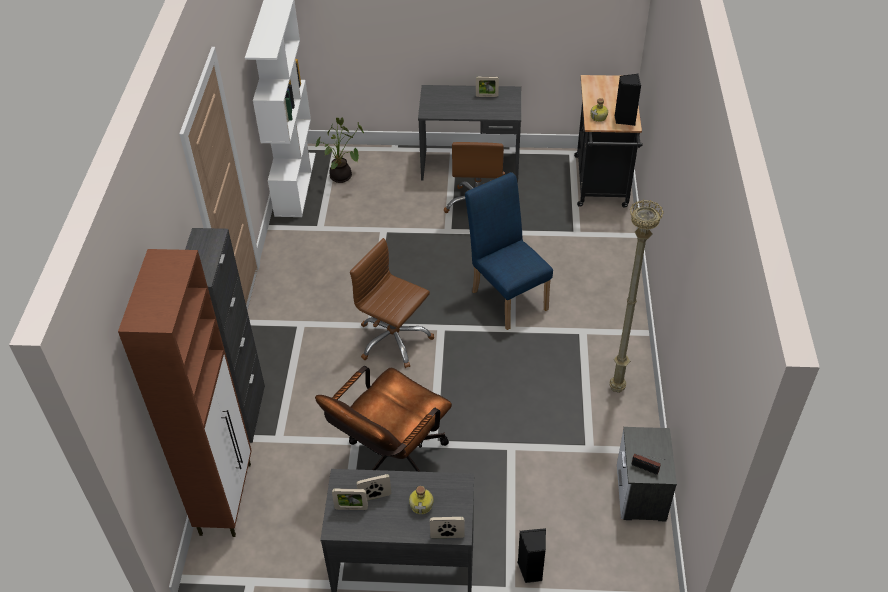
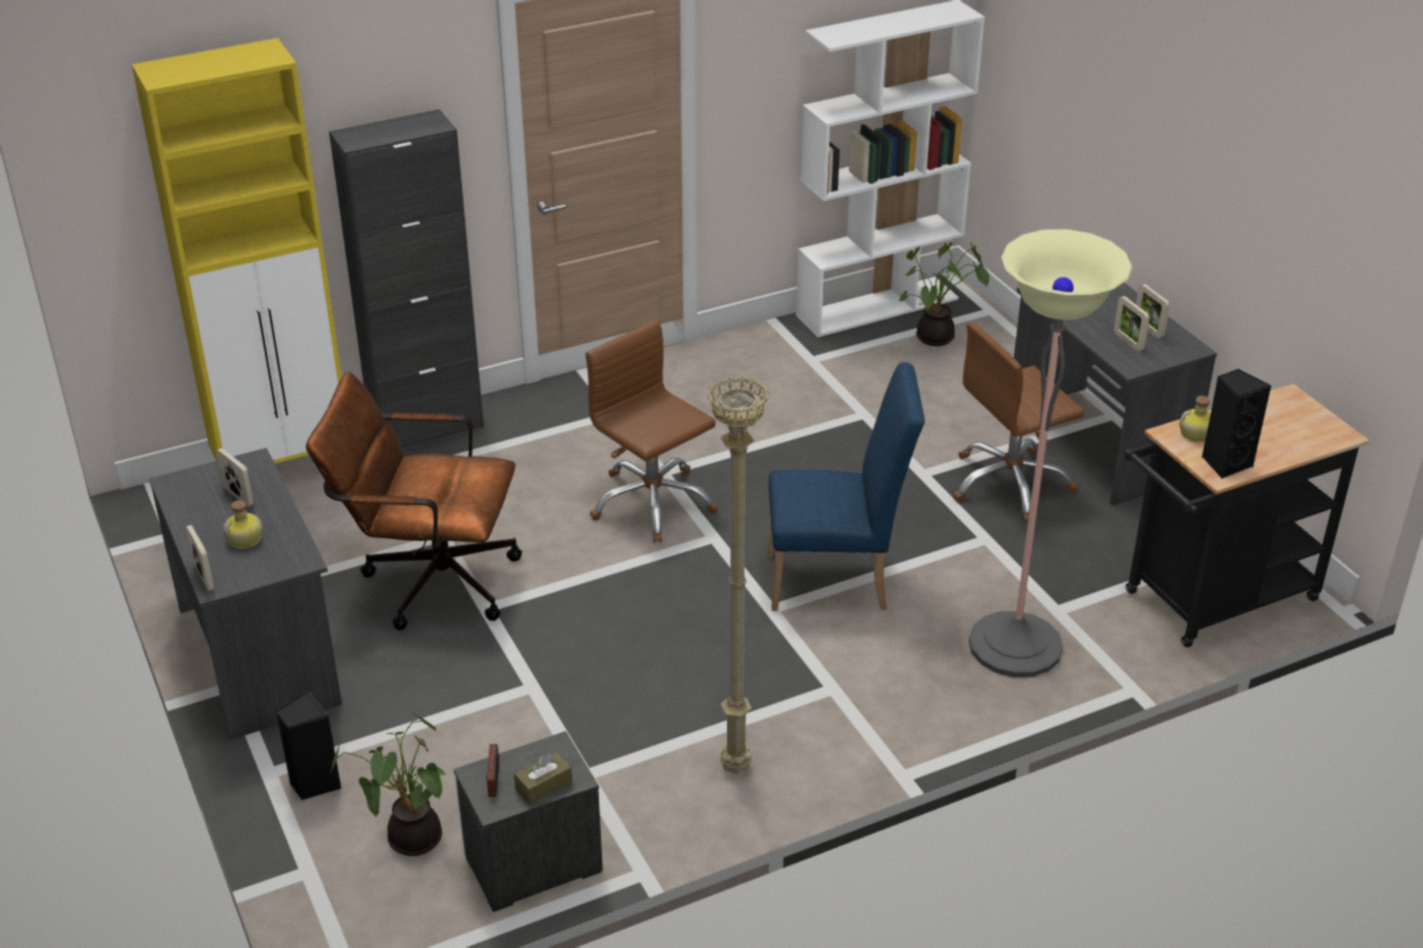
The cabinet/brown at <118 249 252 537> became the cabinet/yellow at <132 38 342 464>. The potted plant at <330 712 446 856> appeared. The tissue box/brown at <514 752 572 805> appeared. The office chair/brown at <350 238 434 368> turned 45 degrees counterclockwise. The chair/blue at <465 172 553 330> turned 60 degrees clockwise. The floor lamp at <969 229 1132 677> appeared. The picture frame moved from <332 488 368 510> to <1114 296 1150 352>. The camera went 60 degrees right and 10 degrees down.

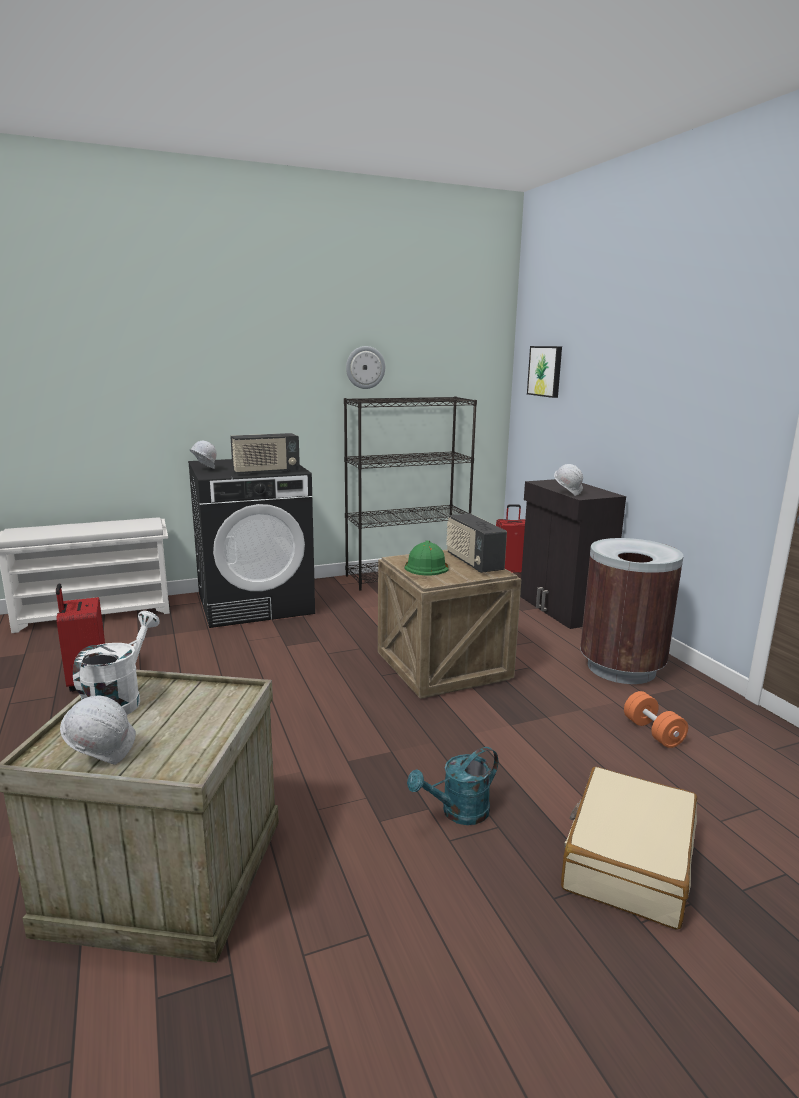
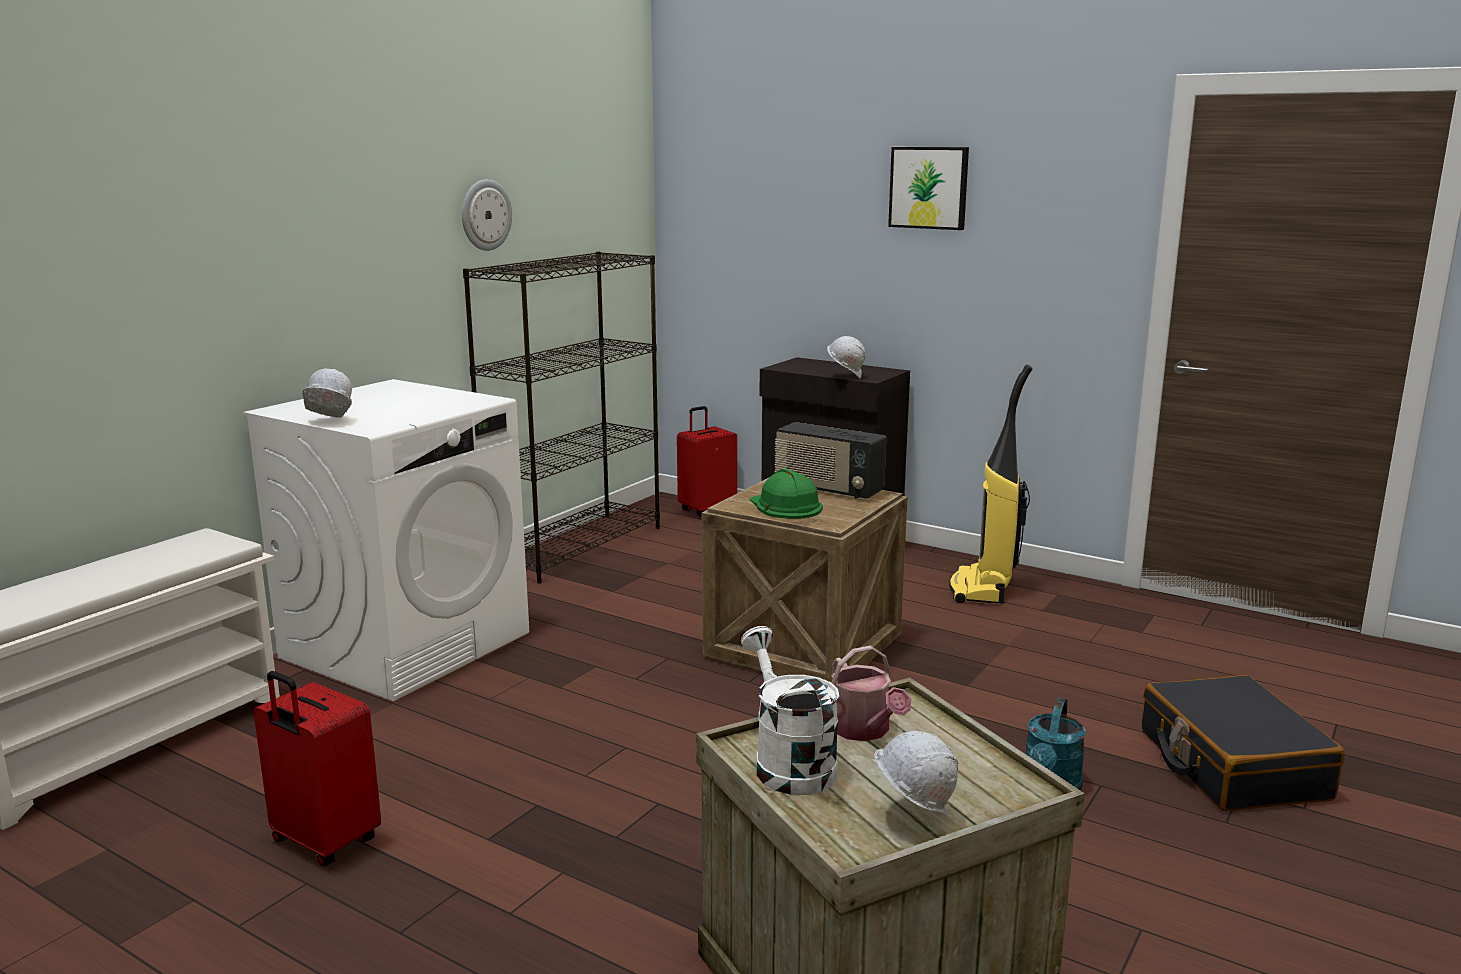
The washing machine/black at <188 459 315 628> became the washing machine/white at <243 379 529 701>. The watering can at <831 646 911 741> appeared. The picture moved from <527 346 562 398> to <888 147 969 230>. The trash can/brown at <580 538 683 684> was replaced by the vacuum cleaner at <949 365 1033 604>. The suitcase/beige at <561 767 697 930> became the suitcase/black at <1142 675 1345 811>. The radio at <230 433 300 475> disappeared. The dumbbell/orange at <624 691 688 748> disappeared. The camera went 35 degrees left and 0 degrees up.

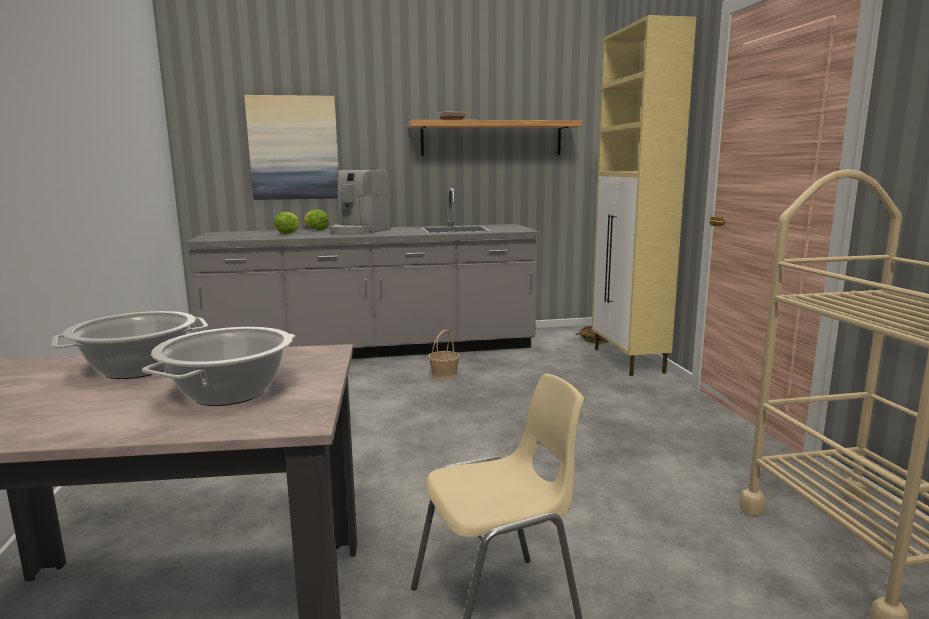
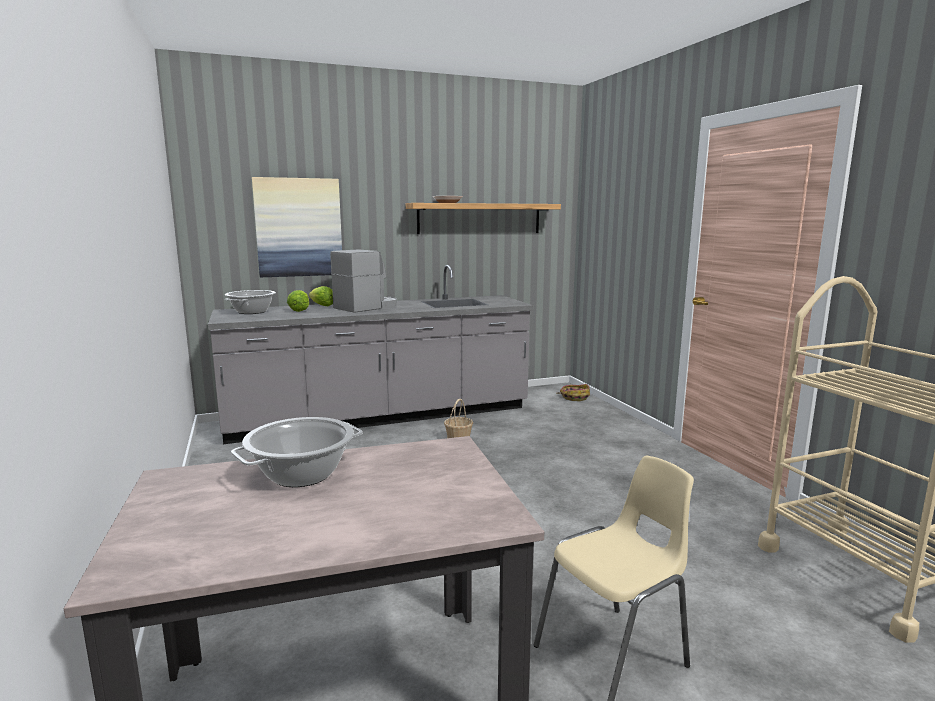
The cooking pot moved from <142 327 295 406> to <225 290 276 314>. The coffee machine at <329 170 391 235> turned 150 degrees counterclockwise. The cabinet/beige at <592 15 696 376> disappeared. The camera went 10 degrees left and 0 degrees up.

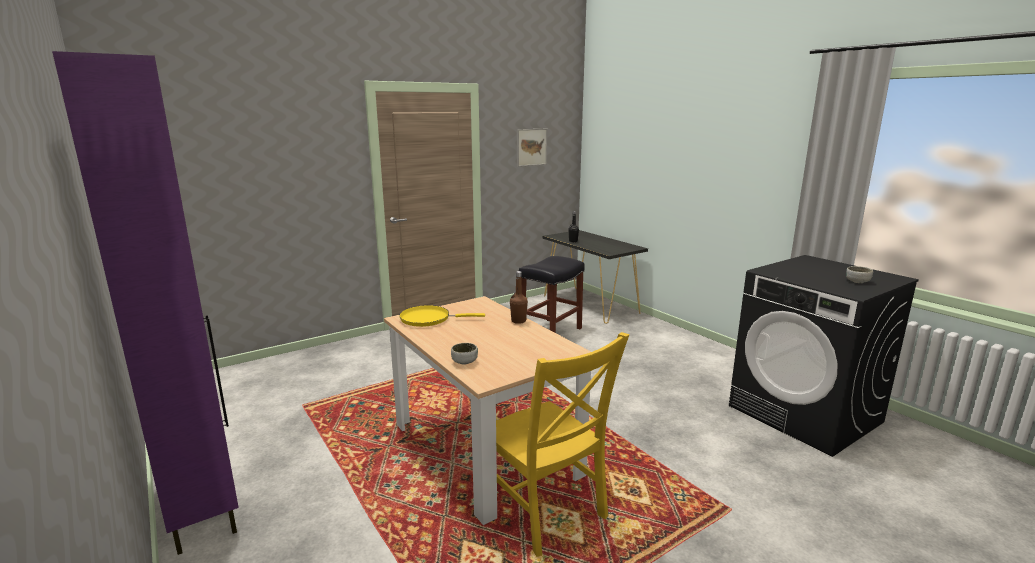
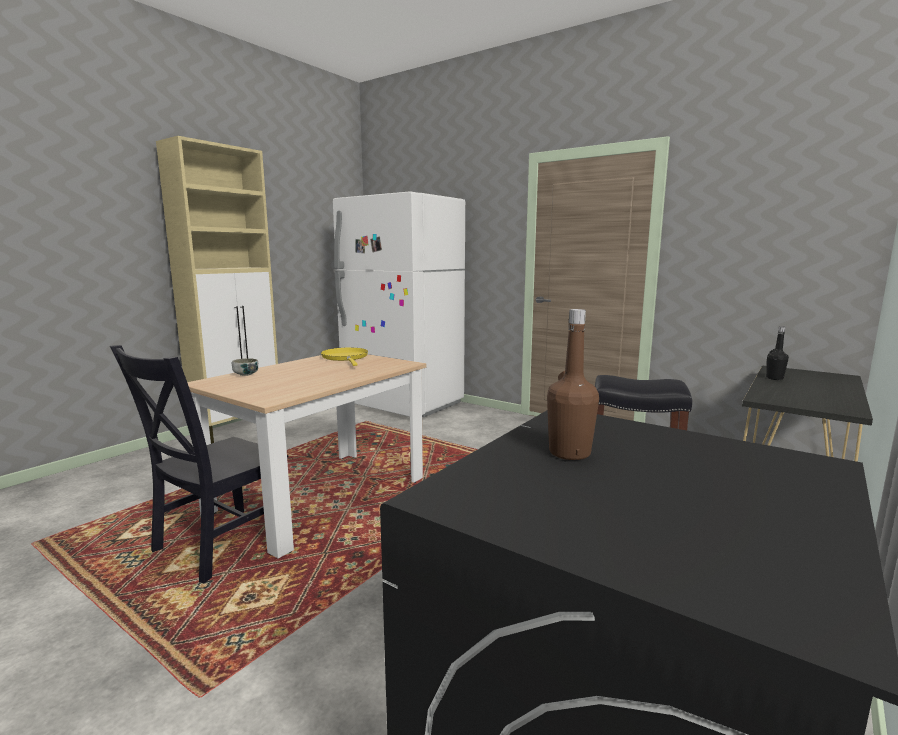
The chair/yellow at <496 332 630 557> became the chair/black at <110 345 288 583>. The cabinet/purple at <52 51 239 555> became the cabinet/beige at <156 136 278 444>. The fridge/white at <333 191 465 417> appeared. The bottle/brown moved from <510 271 528 324> to <547 309 599 460>. The picture at <517 129 547 167> disappeared. The bowl at <846 266 873 283> disappeared. The camera went 70 degrees right and 5 degrees down.

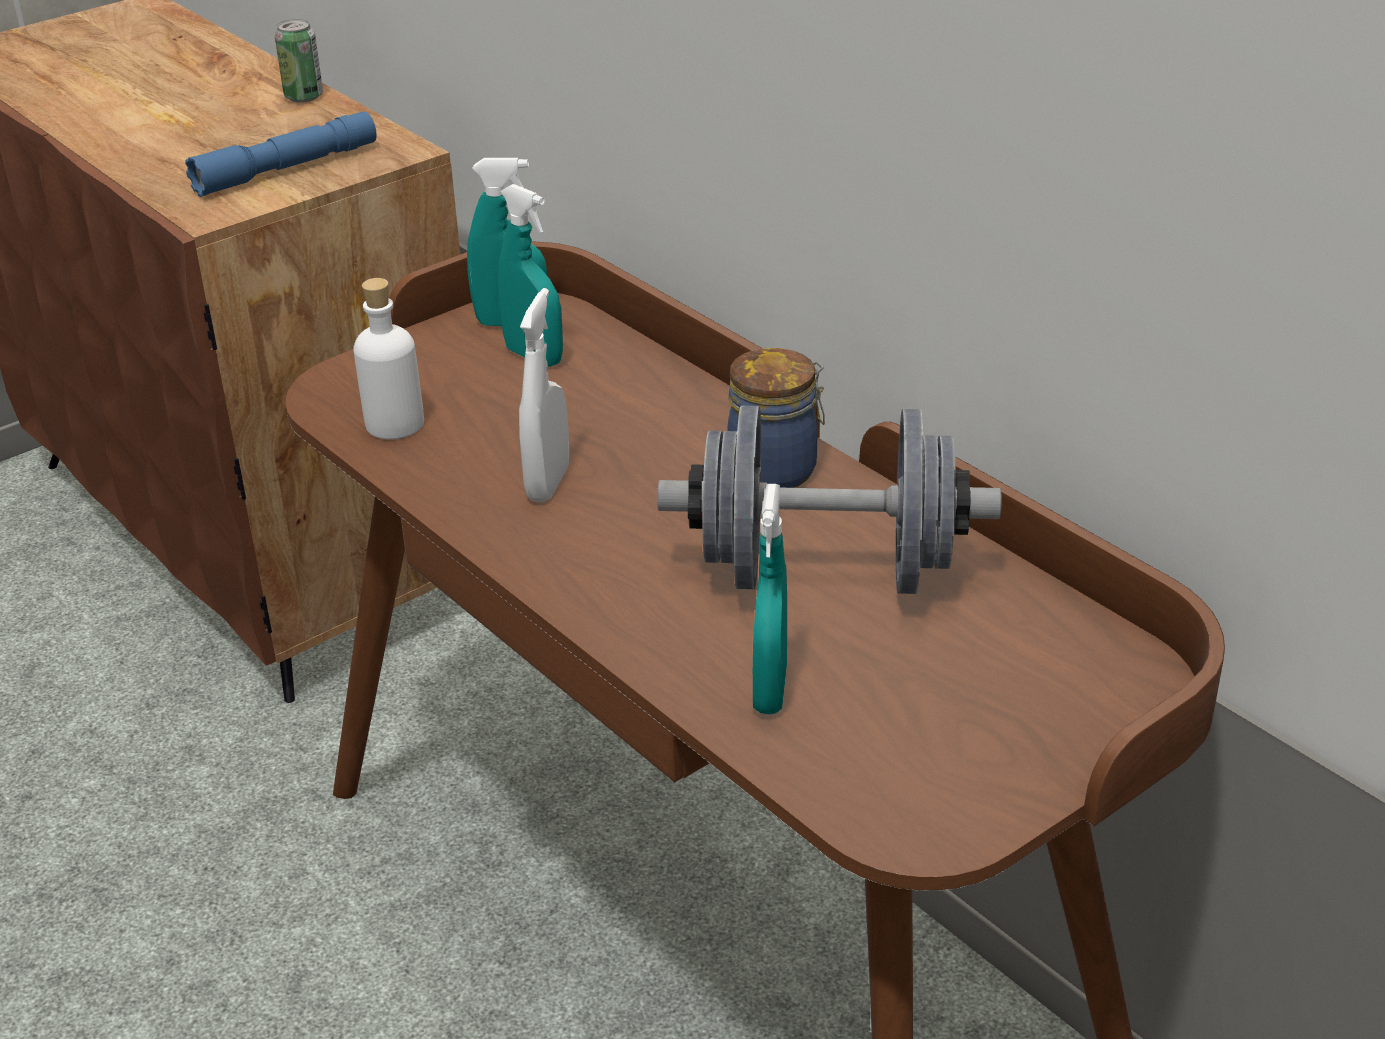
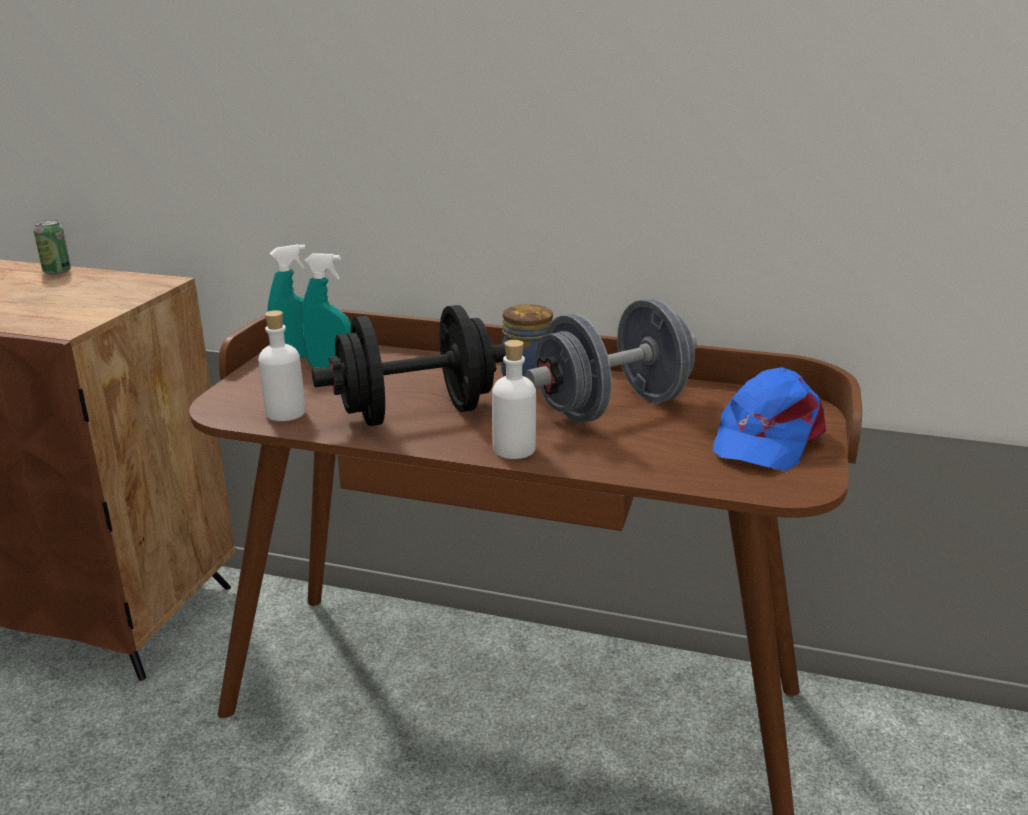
The spray bottle/white at <519 288 569 503> was replaced by the dumbbell/black at <312 305 506 426>. The bottle/white at <492 340 536 459> appeared. The cap/blue at <713 367 826 471> appeared. The flashlight/blue at <185 111 377 197> disappeared. The spray bottle/turquoise at <753 484 787 714> disappeared. The camera went 35 degrees left and 10 degrees down.

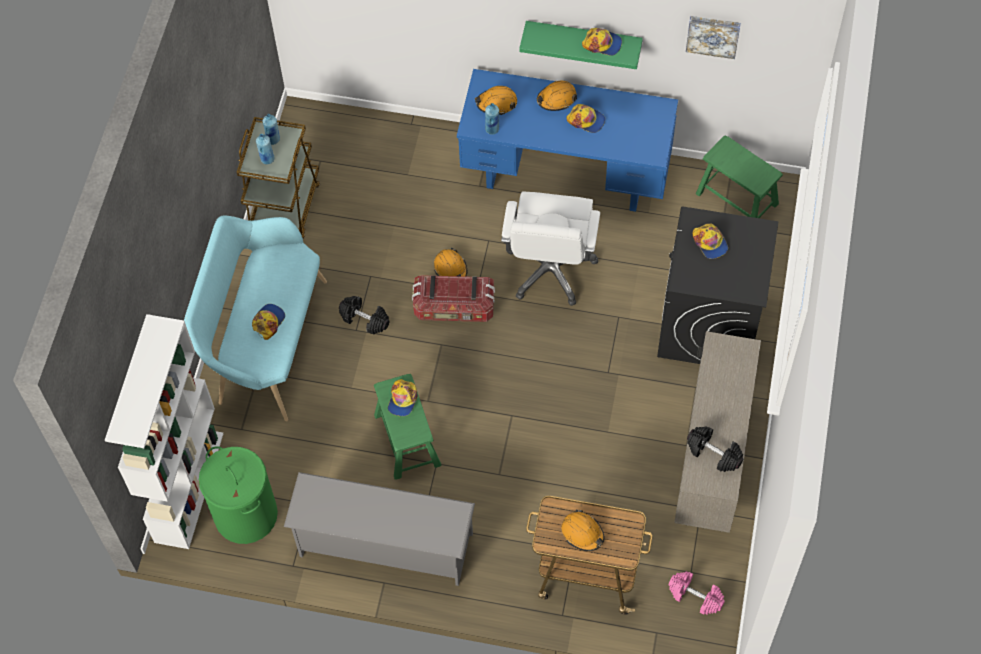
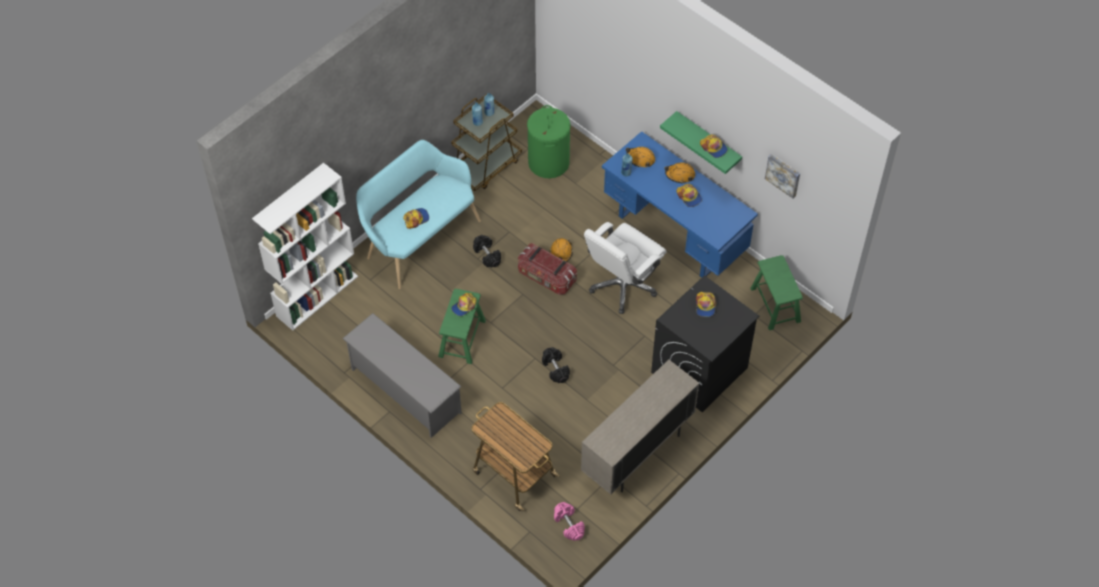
The laundry basket/green moved from <199 446 278 544> to <527 105 571 178>. The dumbbell/black moved from <687 426 743 472> to <542 347 570 383>. The hard hat/orange at <561 510 604 551> disappeared. The camera went 30 degrees right and 5 degrees down.

